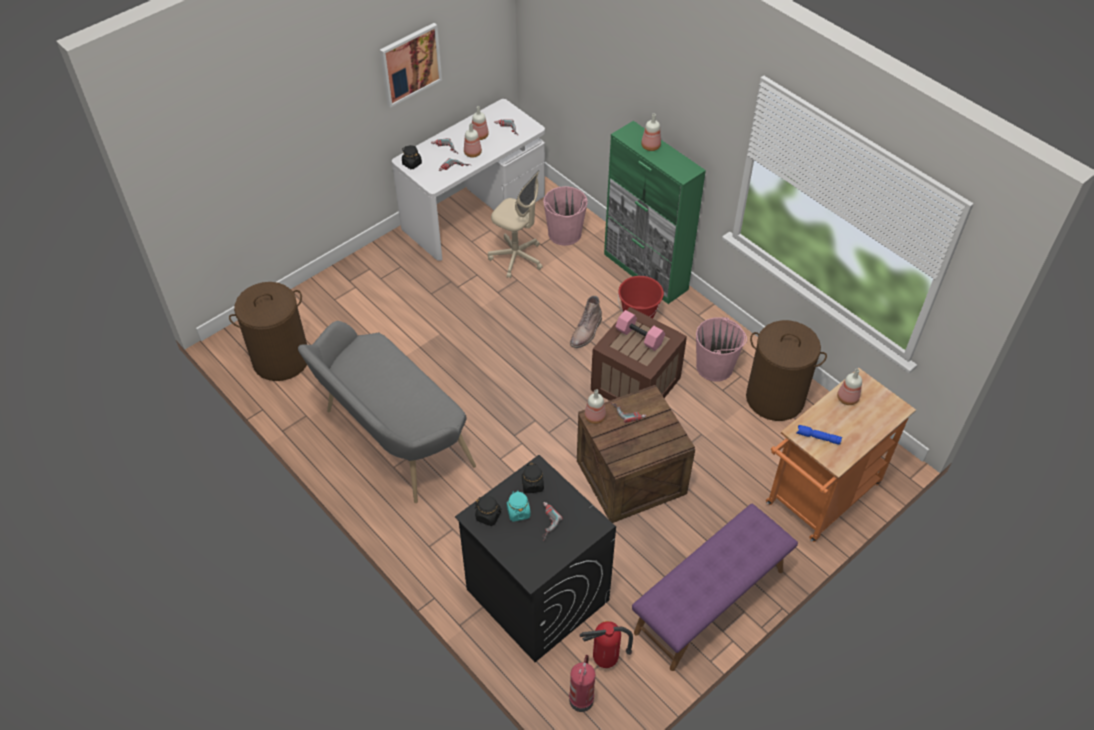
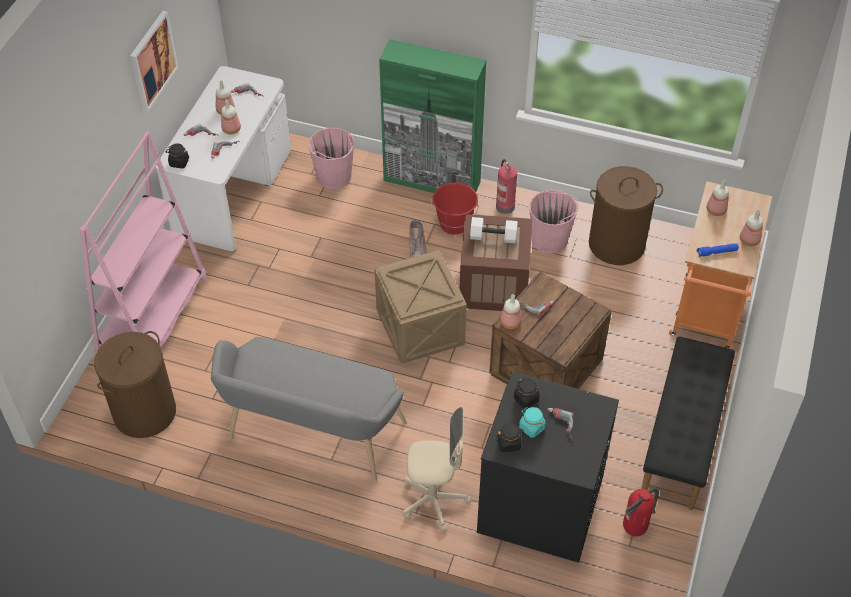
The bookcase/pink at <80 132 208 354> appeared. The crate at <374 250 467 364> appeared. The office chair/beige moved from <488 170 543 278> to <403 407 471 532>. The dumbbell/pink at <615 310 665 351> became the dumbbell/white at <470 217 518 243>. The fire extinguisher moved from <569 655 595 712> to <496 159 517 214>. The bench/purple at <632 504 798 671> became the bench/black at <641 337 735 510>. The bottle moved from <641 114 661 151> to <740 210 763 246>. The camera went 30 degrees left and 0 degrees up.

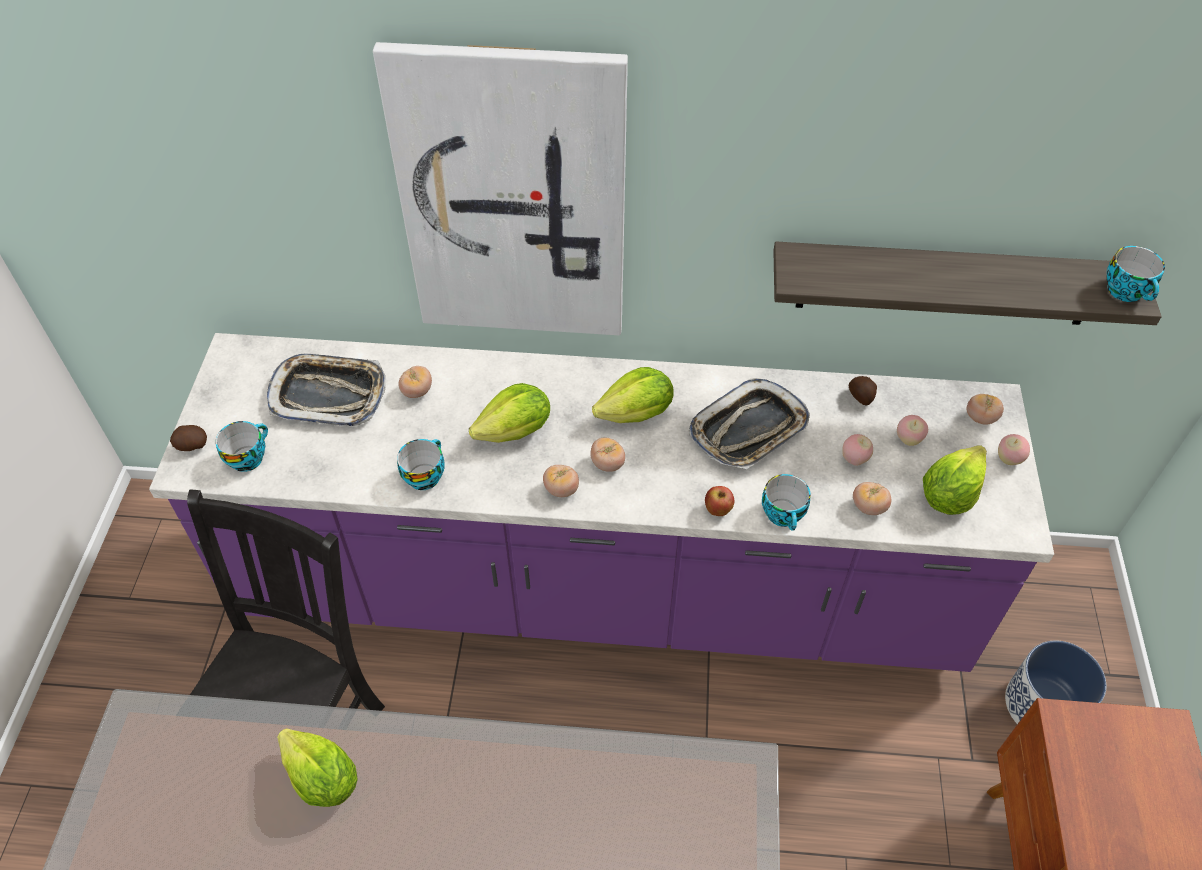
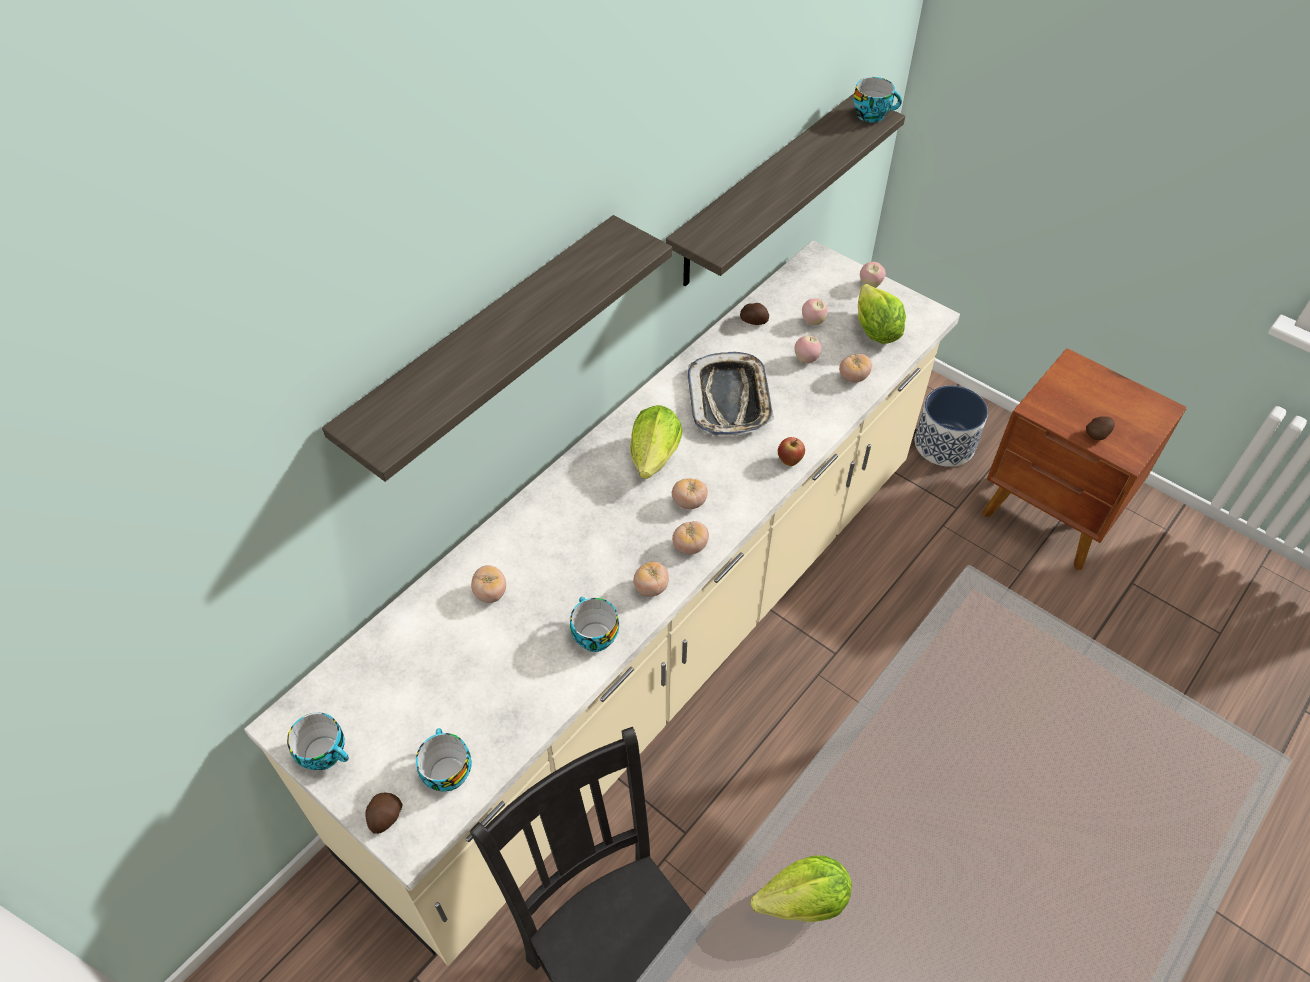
The counter/purple at <149 333 1054 672> became the counter/beige at <244 240 960 966>. The cup moved from <762 474 811 531> to <287 712 349 770>. The picture at <373 42 628 335> was replaced by the shelf at <322 215 672 482>. The tomato moved from <967 394 1004 424> to <633 561 669 597>. The potato at <1086 416 1115 440> appeared. The tray at <267 354 386 426> disappeared. The lettuce at <469 383 550 443> disappeared. The camera went 55 degrees left and 0 degrees up.

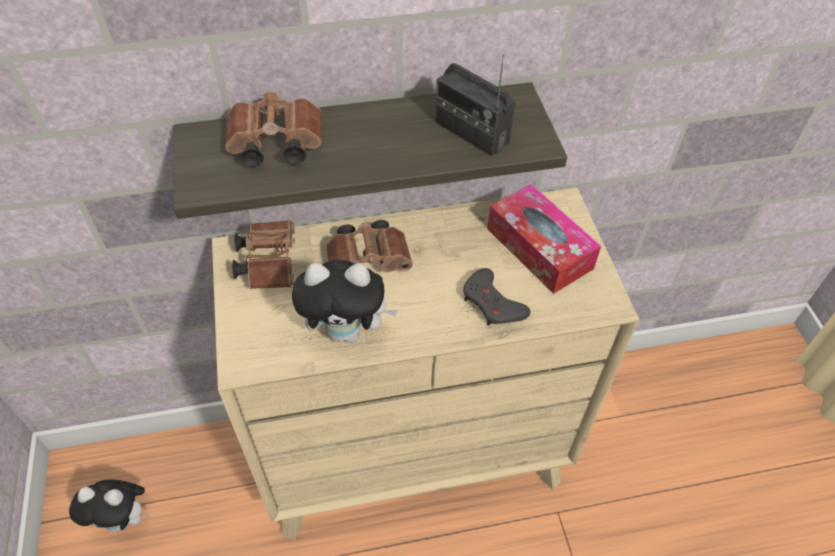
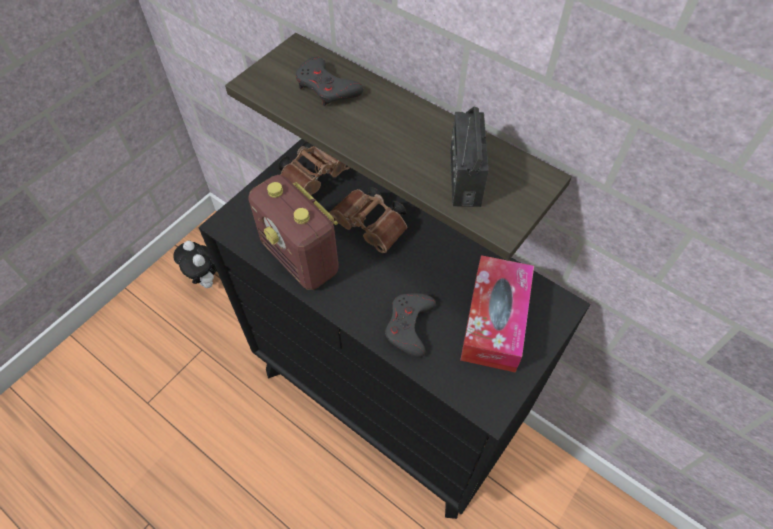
The dresser/beige at <212 188 639 540> became the dresser/black at <198 139 590 519>. The plush toy at <292 260 398 343> was replaced by the radio at <248 175 339 290>. The binoculars/brown at <225 91 321 167> was replaced by the game controller/grey at <296 57 363 106>. The camera went 50 degrees right and 5 degrees up.

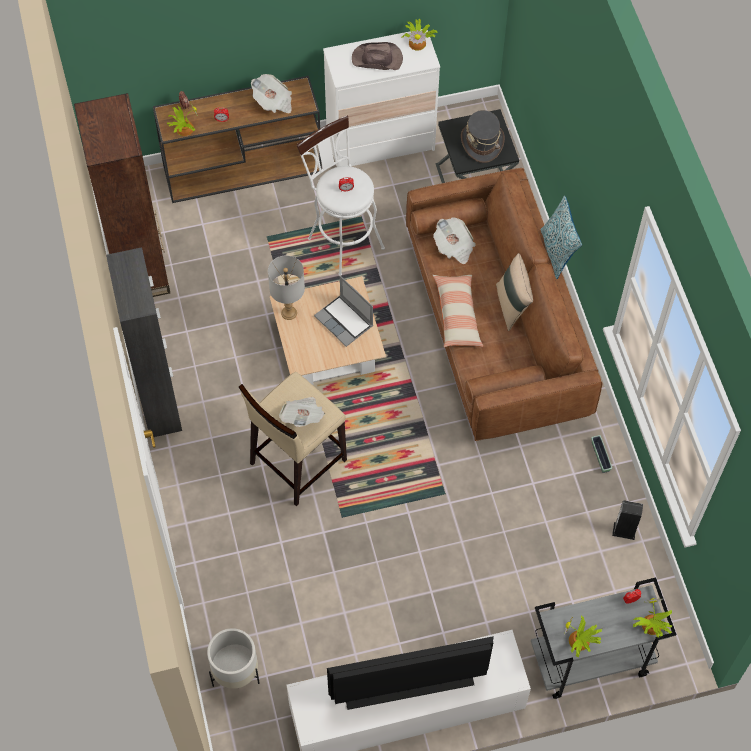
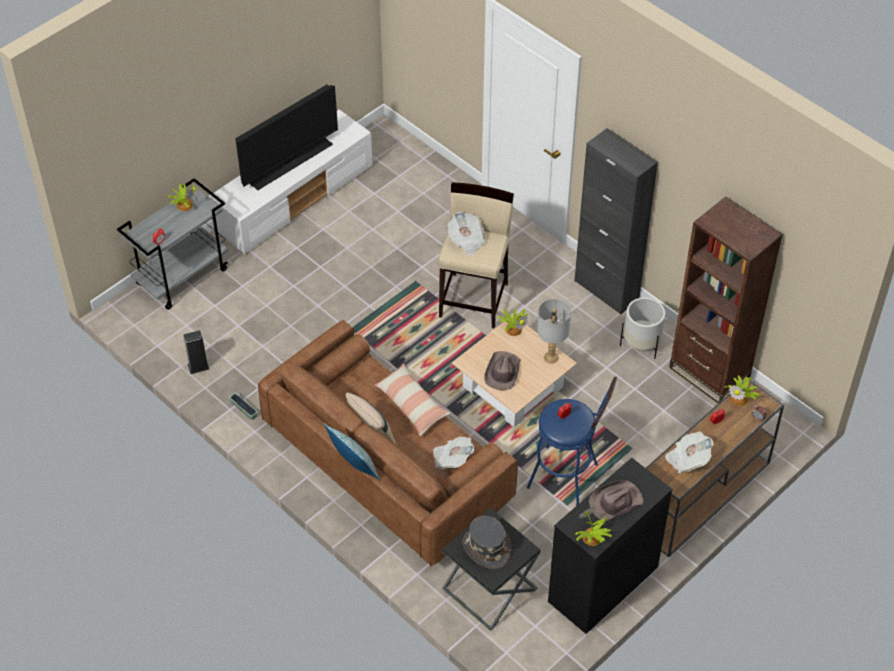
The laptop at <314 276 373 347> was replaced by the hat/brown at <484 351 521 390>. The potted plant moved from <633 598 672 637> to <498 309 528 336>. The stool/white at <297 116 385 276> became the stool/blue at <527 377 617 506>. The dresser/white at <323 29 440 167> became the dresser/black at <548 458 673 634>. The planter/white moved from <207 628 260 689> to <620 297 665 359>. The camera went 150 degrees right and 10 degrees down.

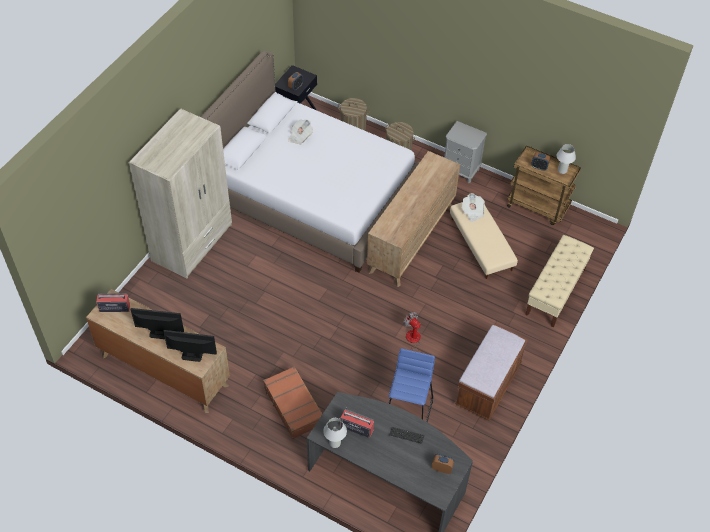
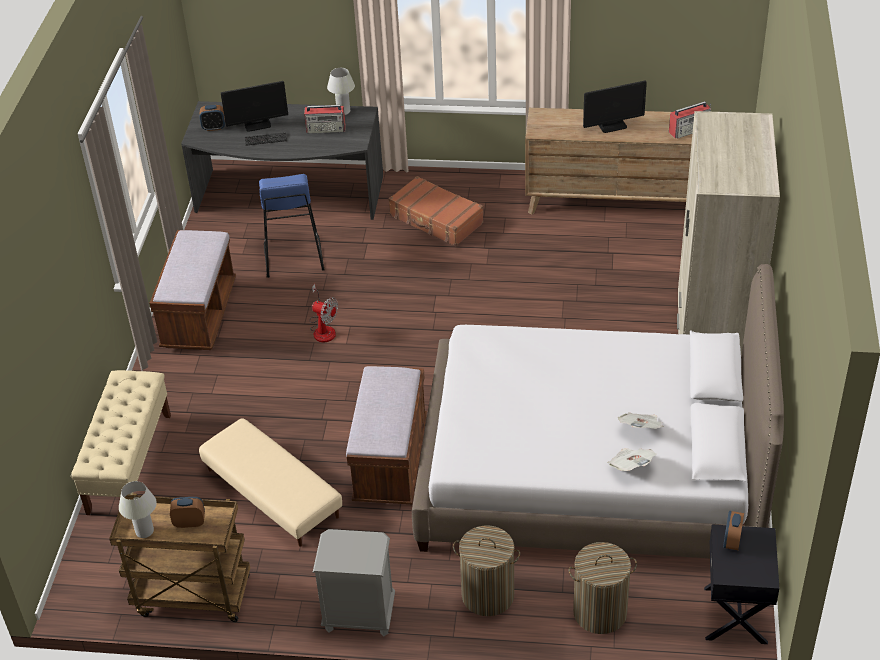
The monitor moved from <163 330 217 362> to <221 81 288 132>. The dresser/brown at <367 151 460 287> was replaced by the bench/brown at <346 366 427 504>. The newspaper moved from <462 193 485 222> to <607 448 656 471>. The camera went 160 degrees right and 10 degrees down.

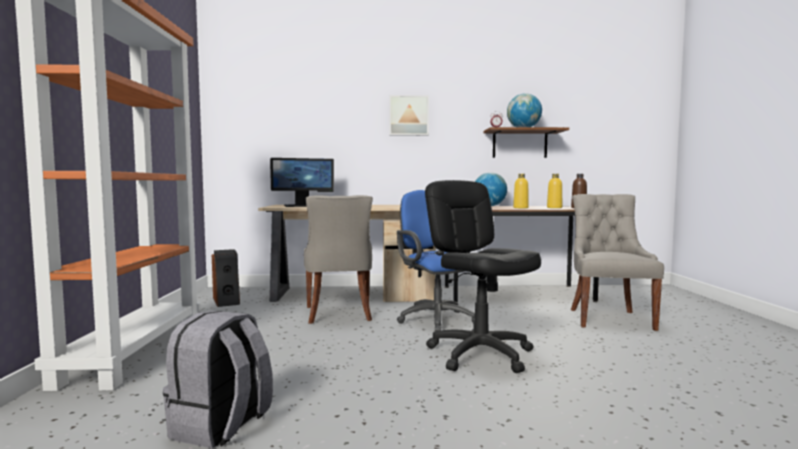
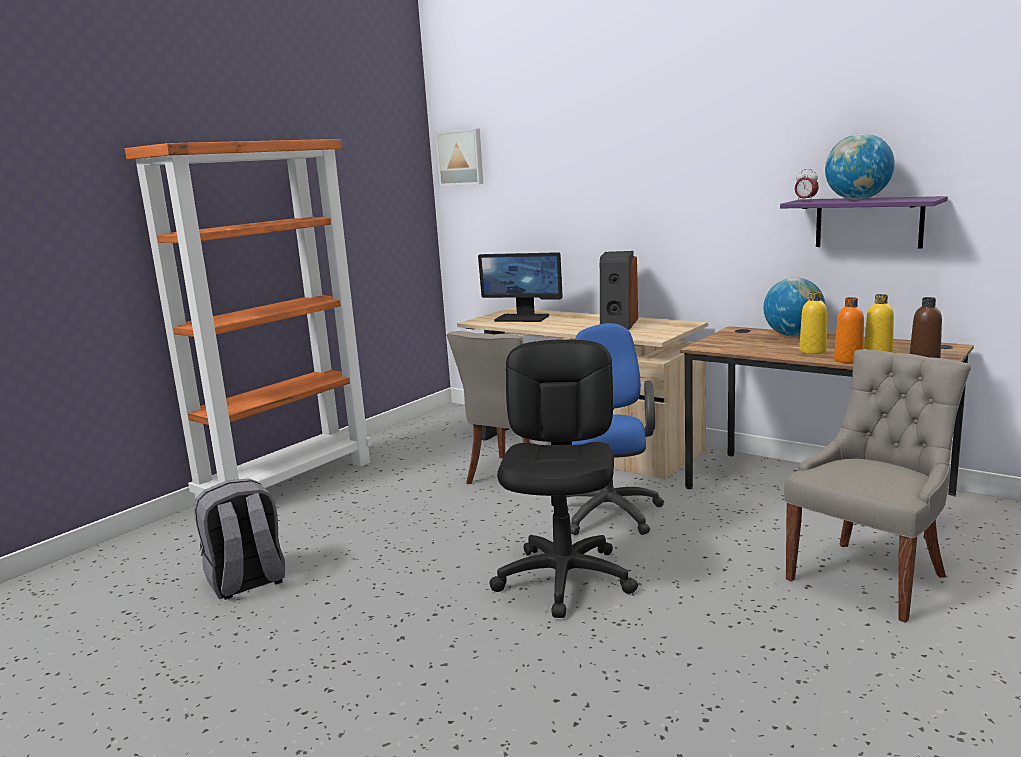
The picture moved from <389 95 429 136> to <435 129 483 186>. The speaker moved from <212 249 240 307> to <600 251 638 330>. The shelf/brown at <483 127 569 158> became the shelf/purple at <780 196 948 249>. The bottle/orange at <834 297 864 363> appeared. The camera went 40 degrees right and 10 degrees up.

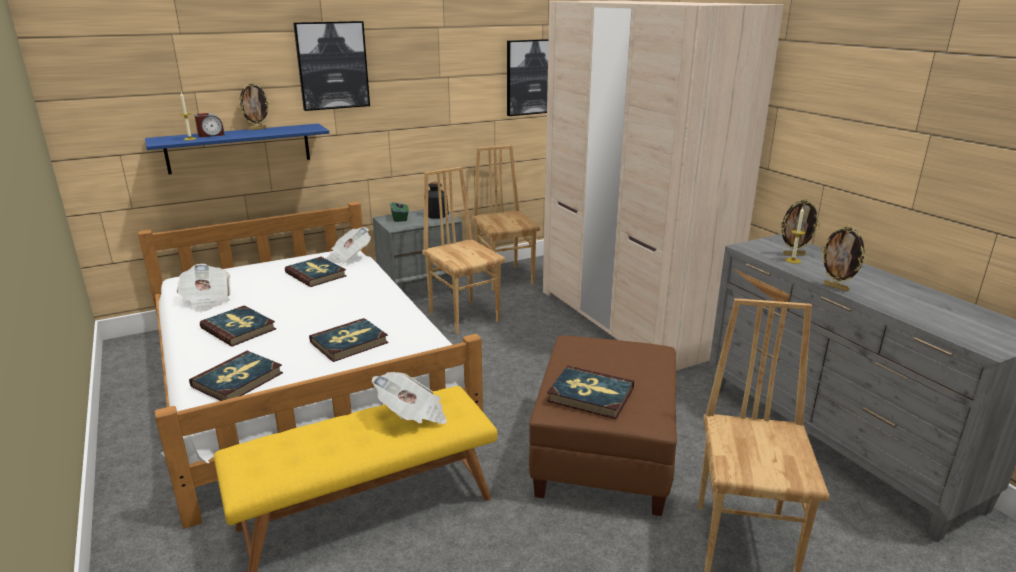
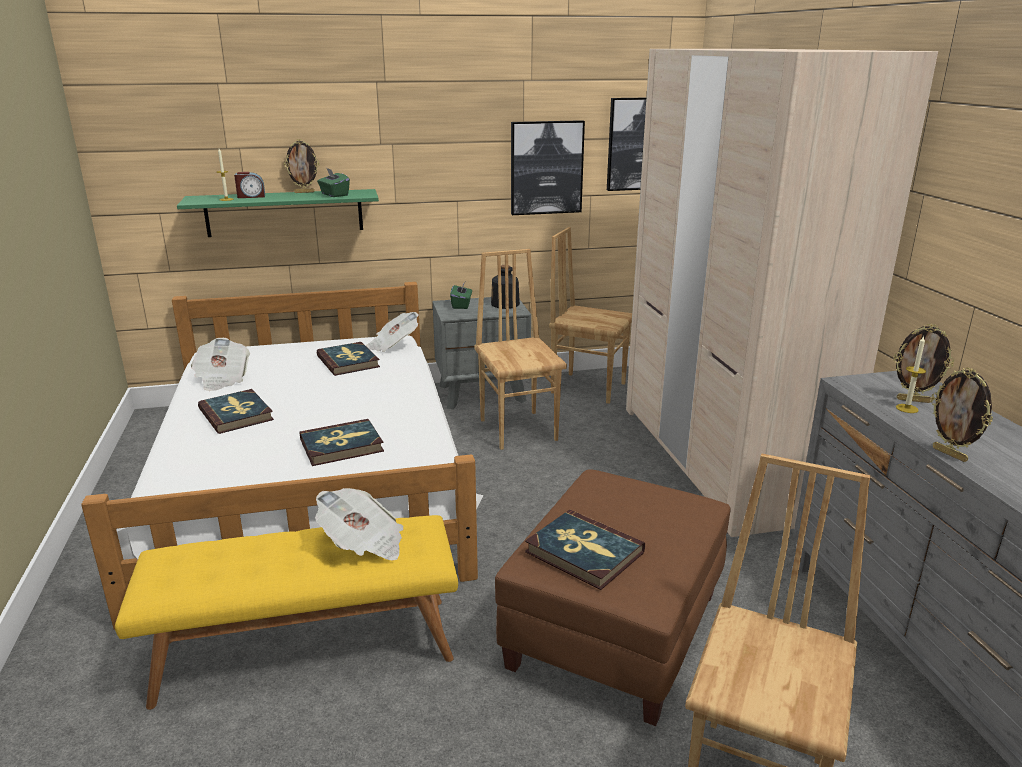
The shelf/blue at <145 124 329 174> became the shelf/green at <177 189 379 237>. The tissue box/green at <317 168 350 197> appeared. The picture moved from <293 21 370 111> to <511 120 585 215>. The chair/brown at <472 145 540 291> turned 60 degrees counterclockwise. The book at <189 351 283 401> disappeared. The camera went 15 degrees right and 0 degrees up.

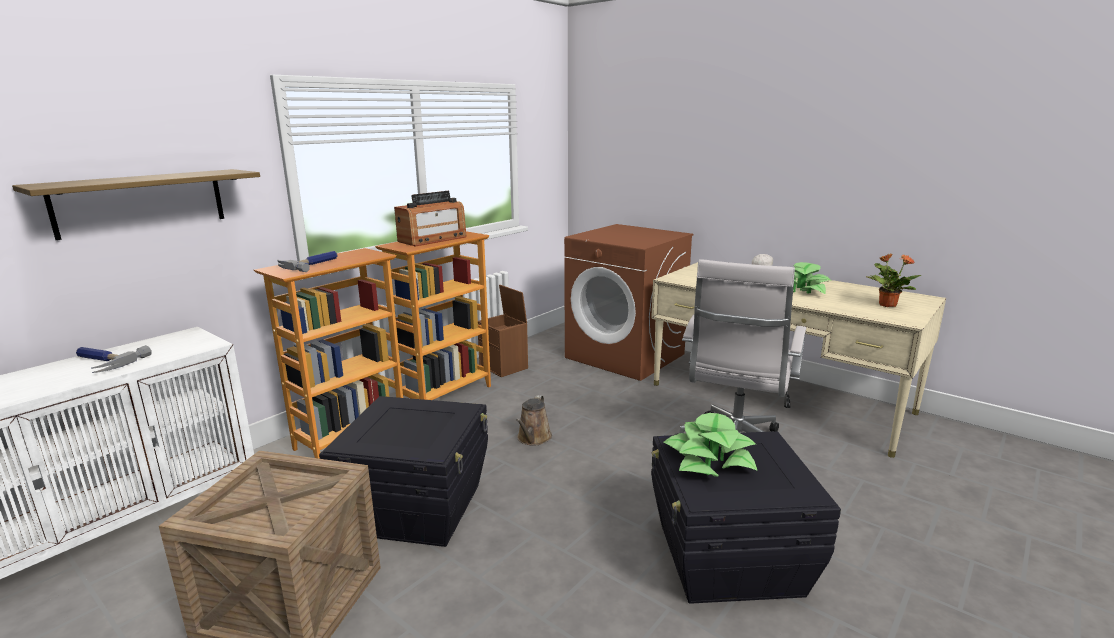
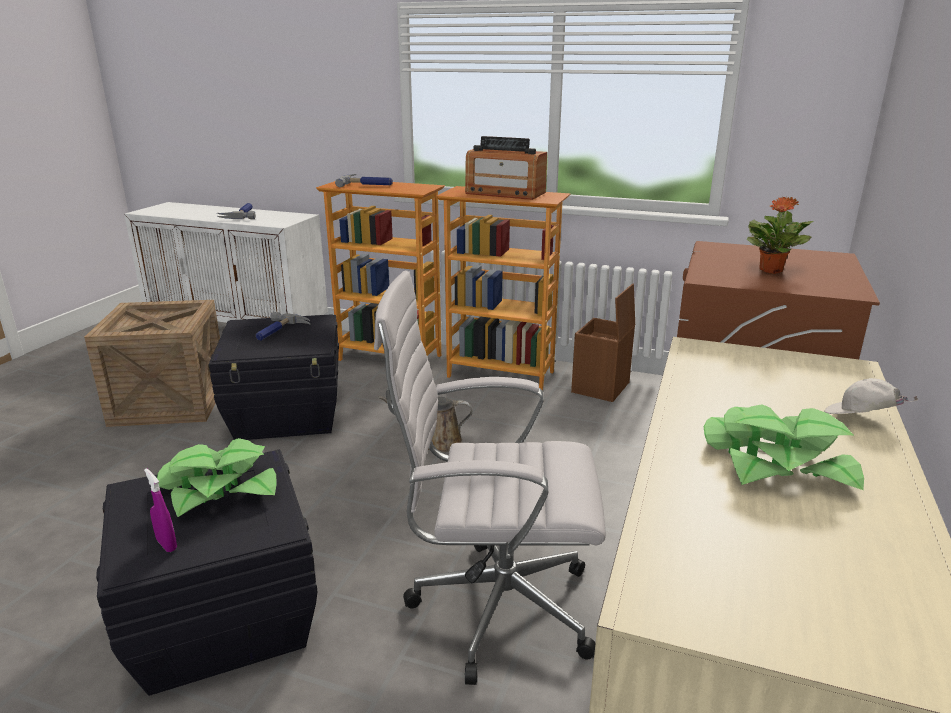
The spray bottle/purple at <144 468 177 552> appeared. The hammer at <256 312 310 341> appeared. The potted plant moved from <865 253 921 307> to <747 197 813 274>. The shelf at <12 169 260 240> disappeared. The camera went 70 degrees right and 5 degrees up.

